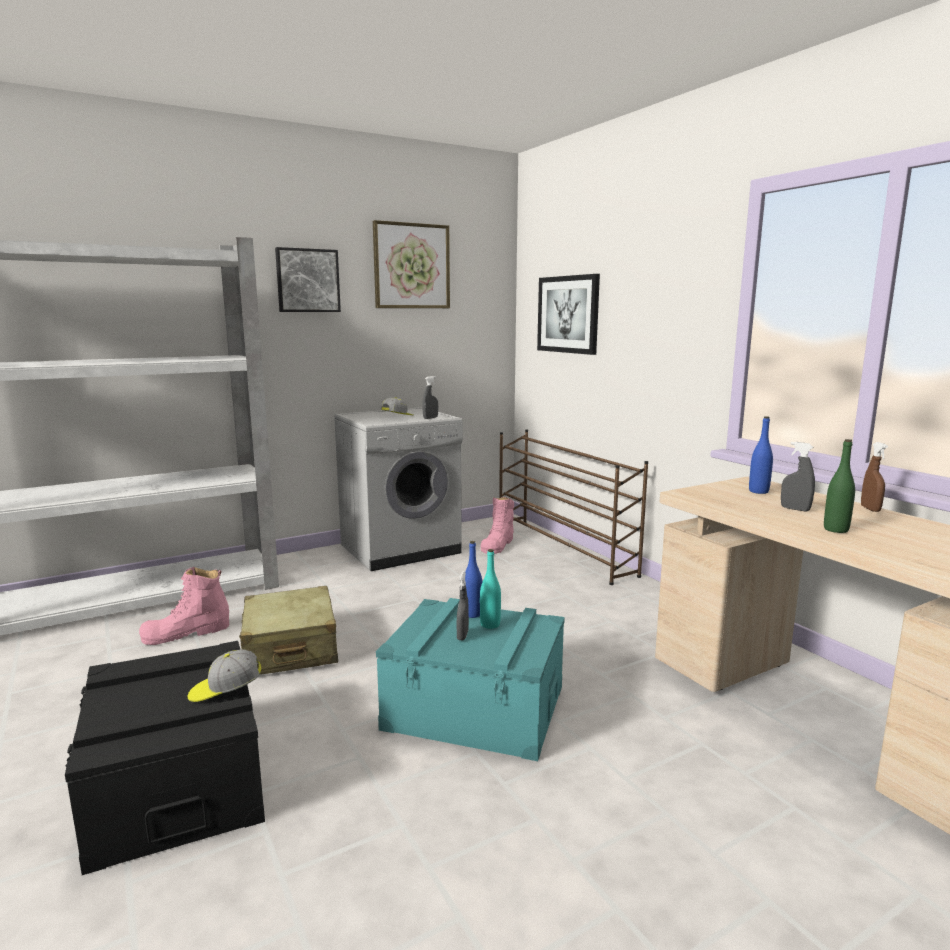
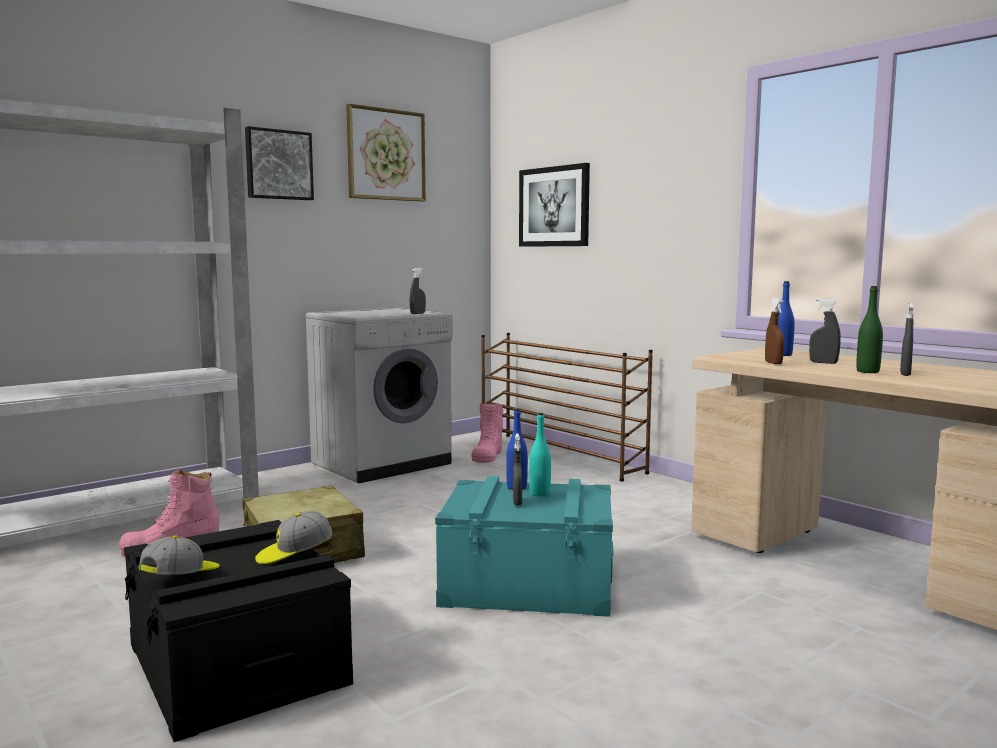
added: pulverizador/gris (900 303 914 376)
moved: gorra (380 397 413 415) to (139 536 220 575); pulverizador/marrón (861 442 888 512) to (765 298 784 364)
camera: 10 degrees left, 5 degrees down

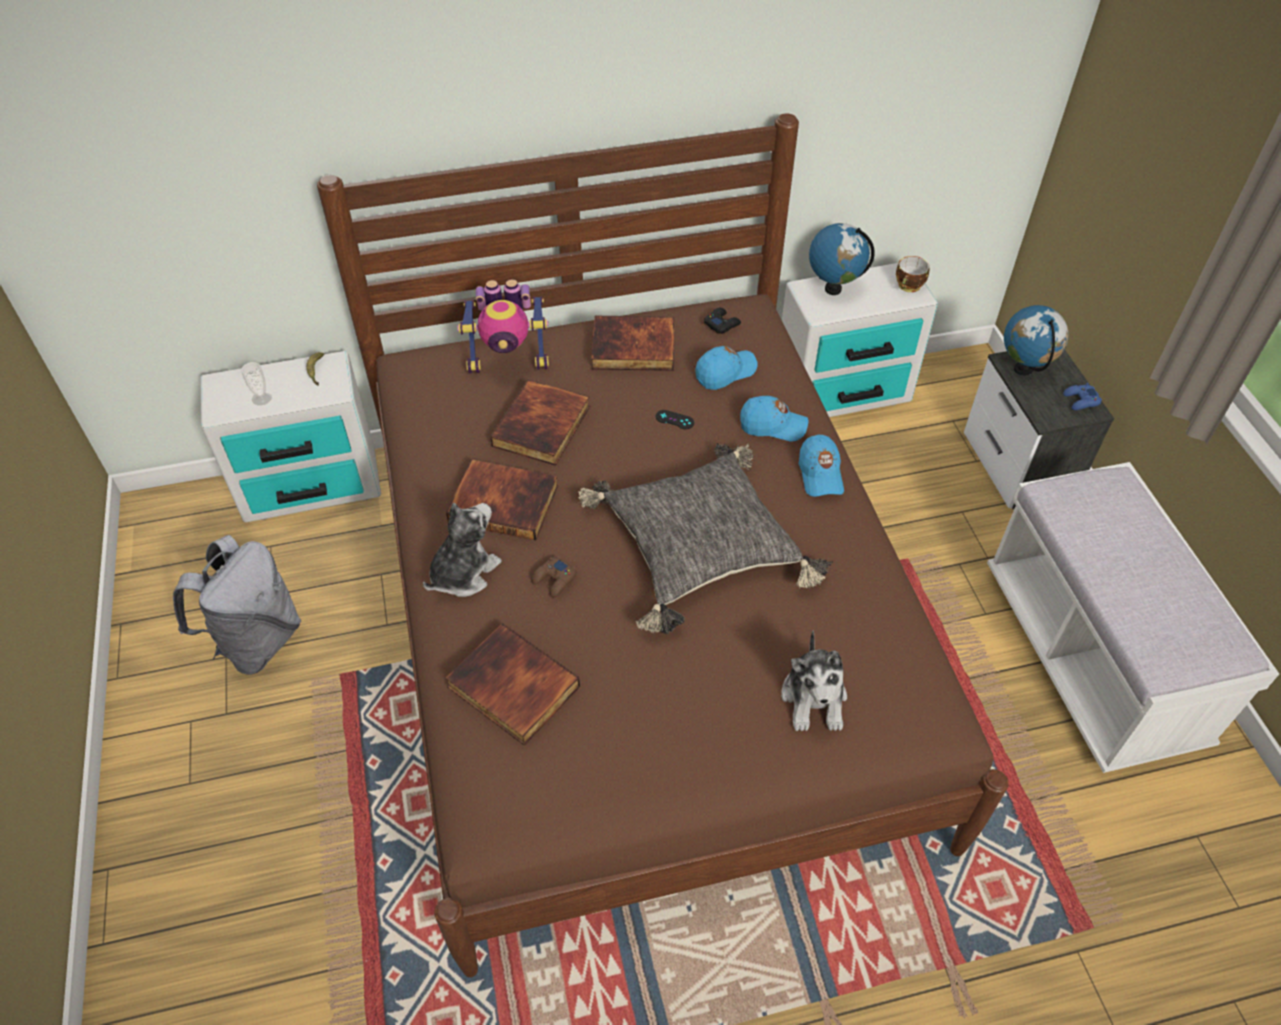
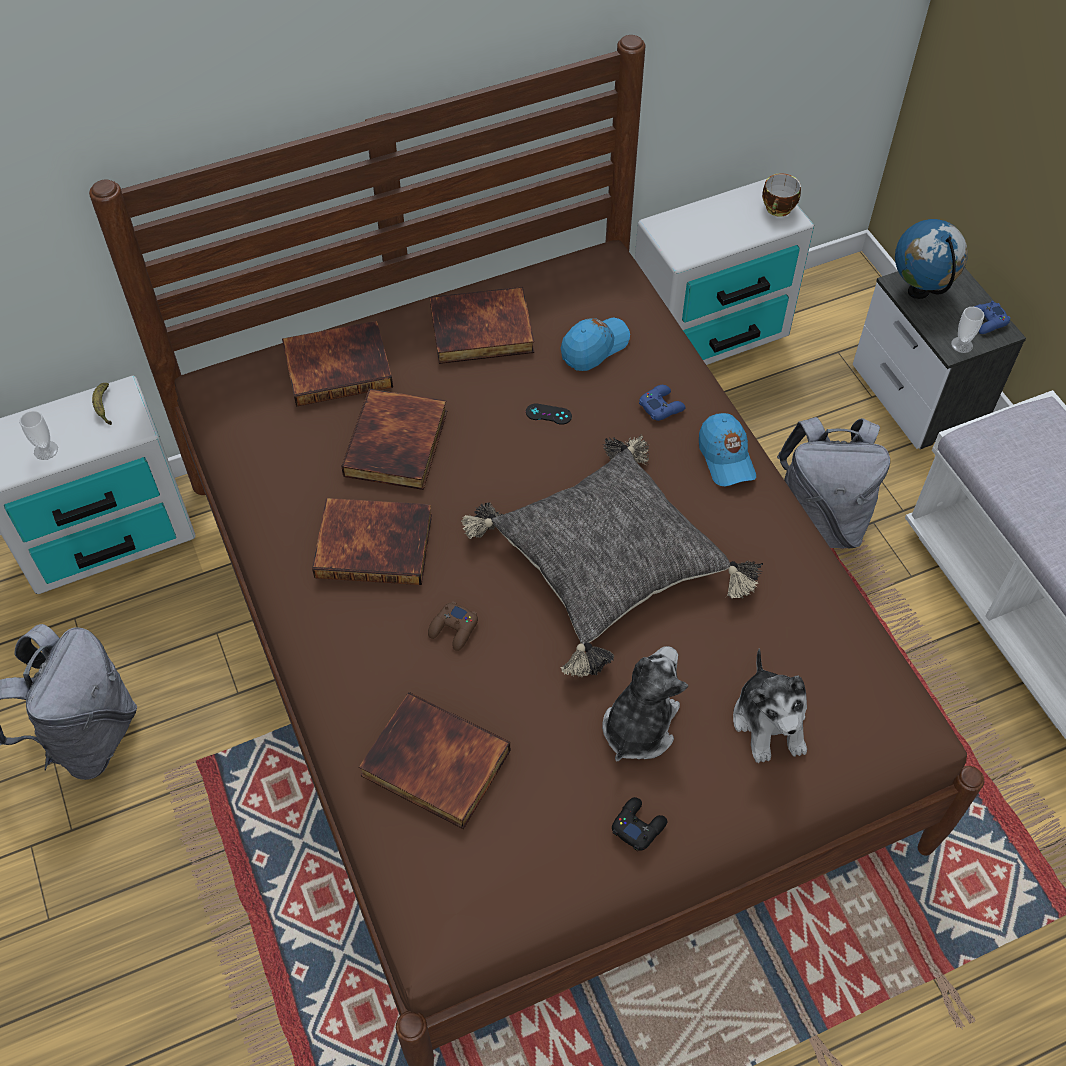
removed: globo terráqueo (809 223 875 295)
added: mochila/gris (777 417 890 548); taza (951 307 984 353)
moved: peluche (423 503 502 597) to (602 646 688 761); mando de consola/negro (704 308 741 334) to (612 797 667 851)
replaced: robot de juguete (457 279 549 373) to libro (282 321 393 407); gorra/azul (740 396 808 442) to mando de consola/azul (639 385 686 421)
camera: 10 degrees left, 5 degrees up

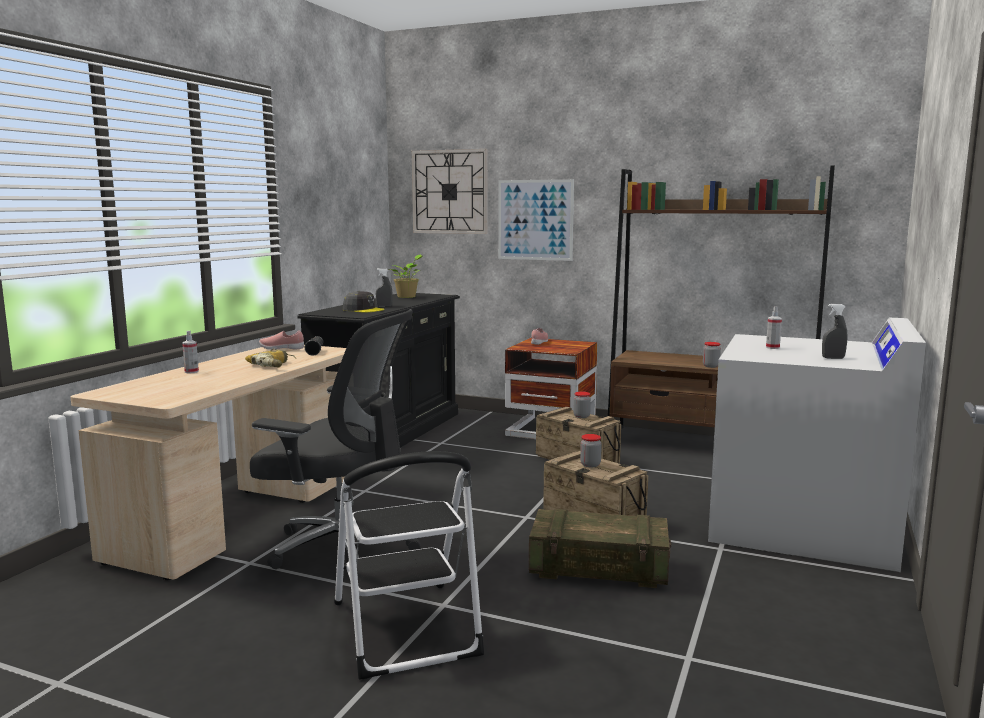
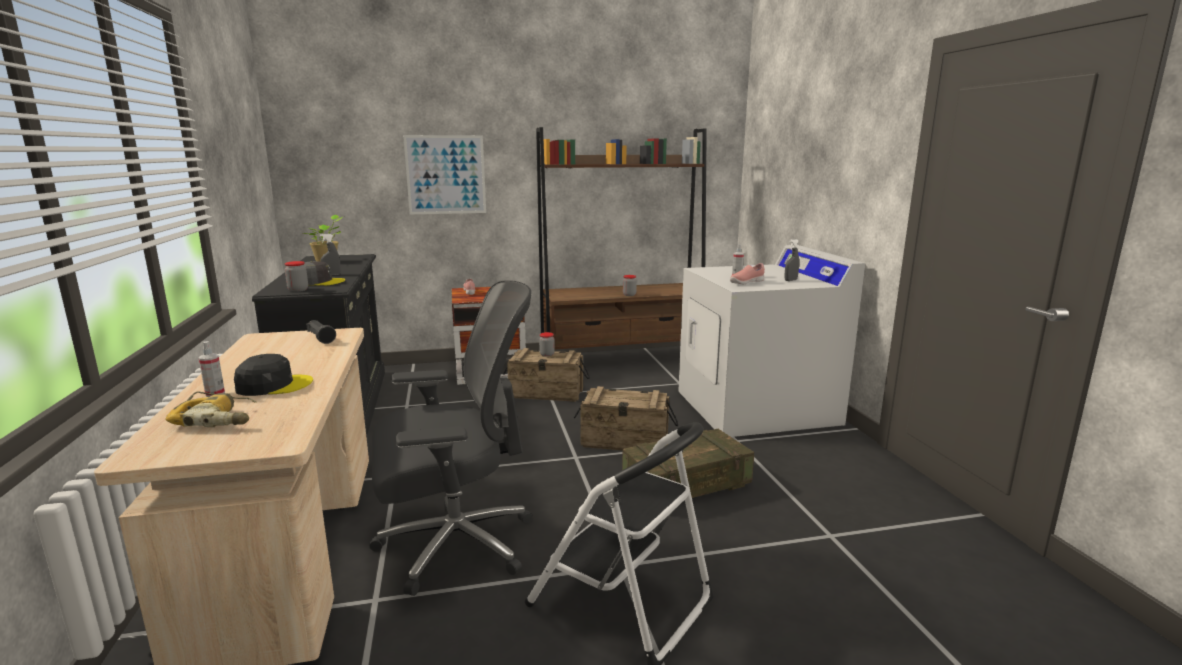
removed: reloj de pared (412 149 488 234)
added: gorra/negro (234 354 313 396)
moved: taladro (245 348 296 367) to (165 392 257 427); zapato/rosa (259 330 304 350) to (730 263 765 284); tarro (580 434 602 467) to (285 261 308 292)
camera: 35 degrees left, 5 degrees up

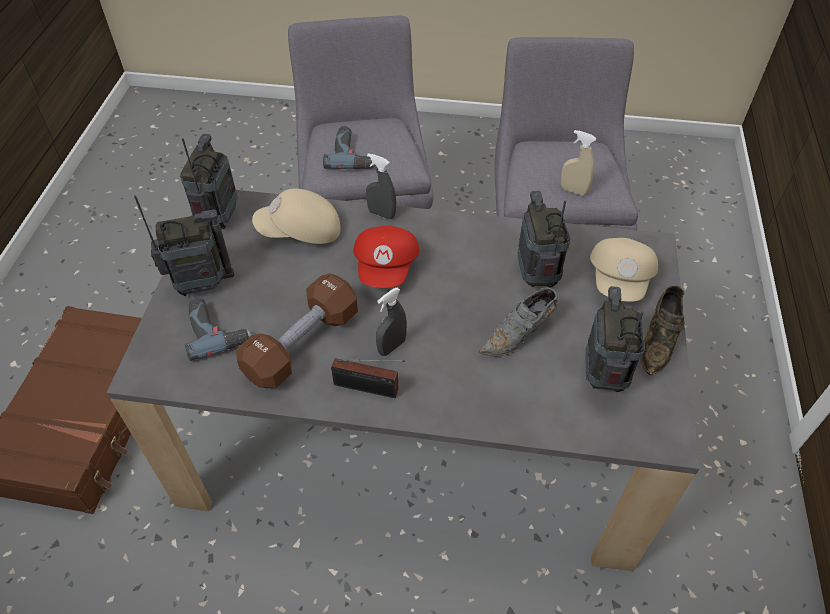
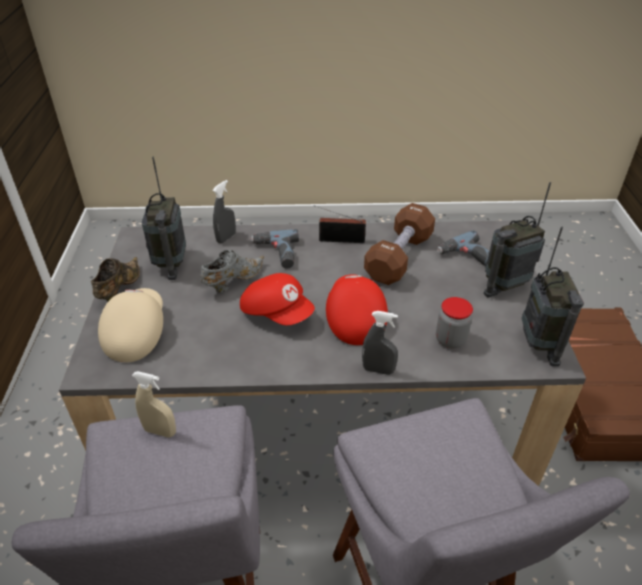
removed: radio (517 191 571 287)
added: gorra/rojo (240 273 315 325)
moved: taladro (323 126 375 169) to (250 229 299 269); pulverizador/gris (376 288 407 356) to (212 180 236 243)
replaced: gorra/beis (252 189 341 244) to tarro (436 297 473 348)
camera: 170 degrees right, 10 degrees down

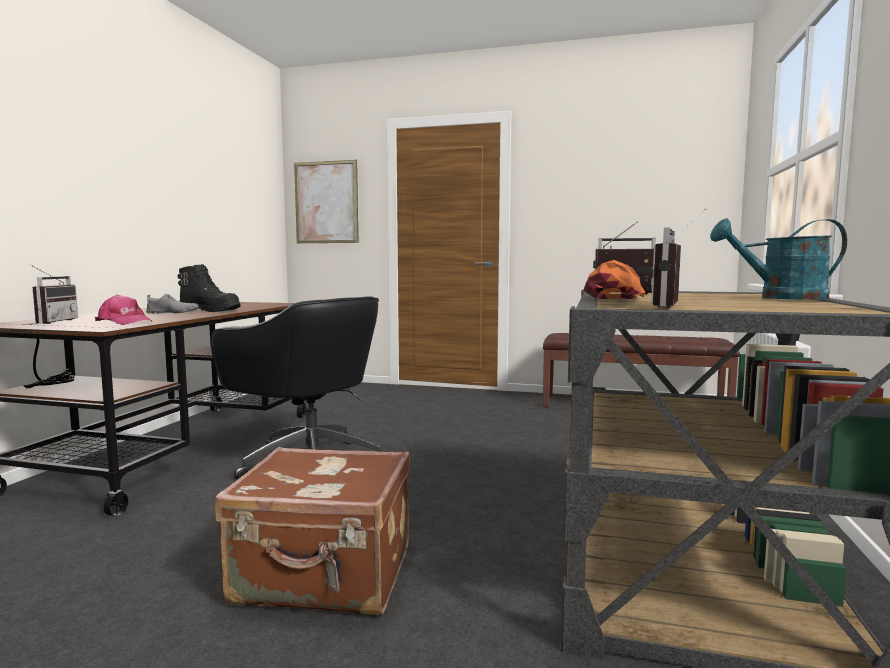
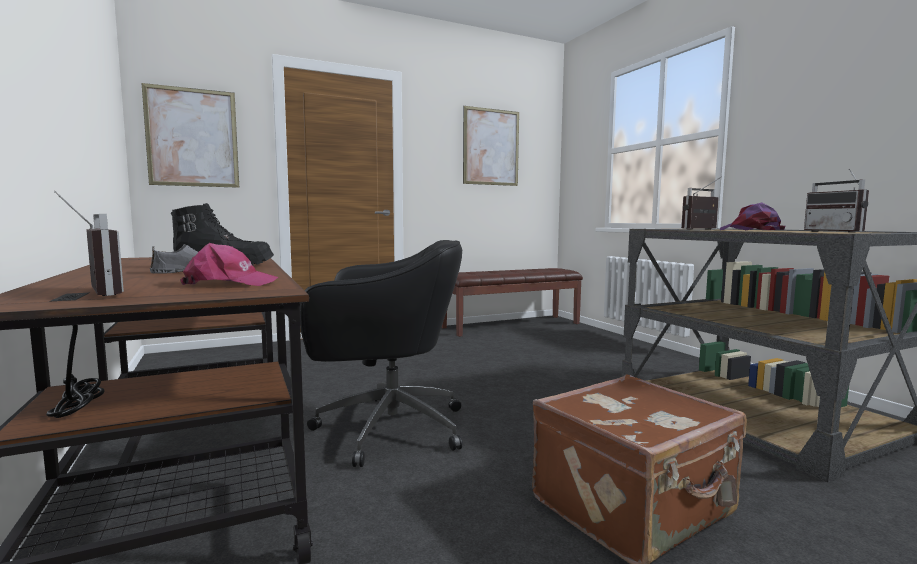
removed: regadera/turquesa (710 218 847 300)
added: cuadro (463 106 519 186)
recoloured: gorra/naranja (584 260 645 299) to gorra/morado (720 202 785 230)
camera: 40 degrees left, 0 degrees up

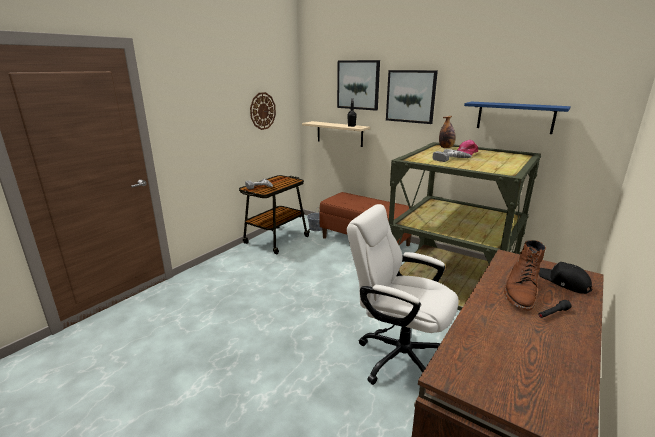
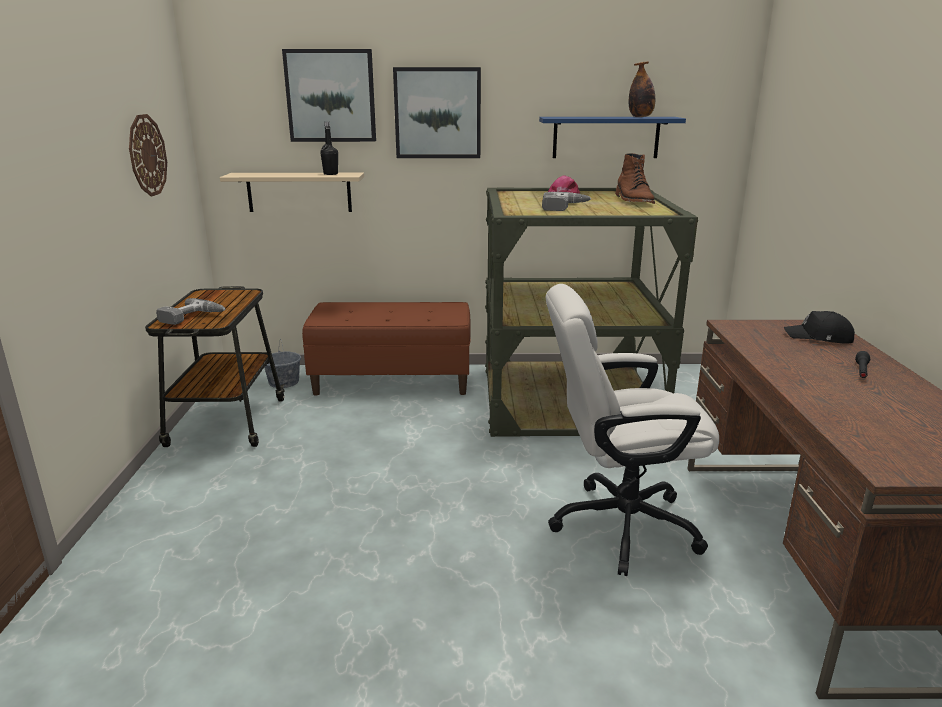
moved: botella (439 116 456 148) to (629 61 655 117); bota/marrón (504 240 546 311) to (615 153 655 204)
camera: 35 degrees left, 0 degrees up

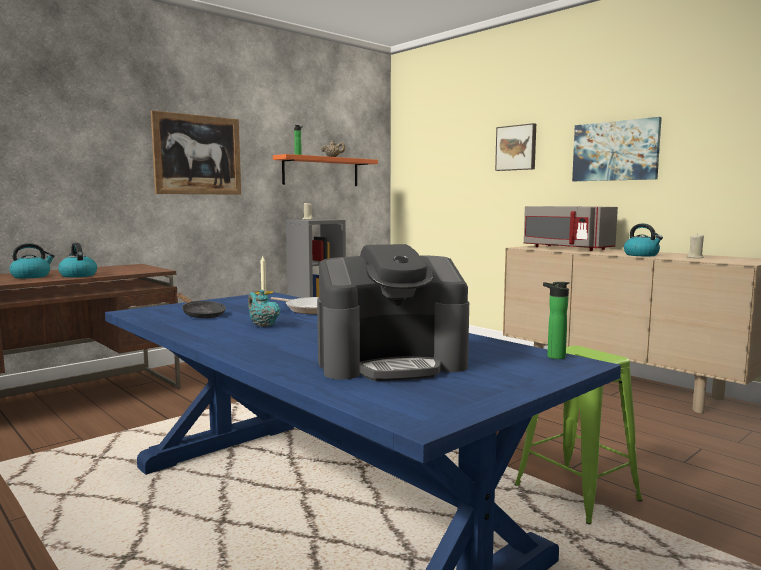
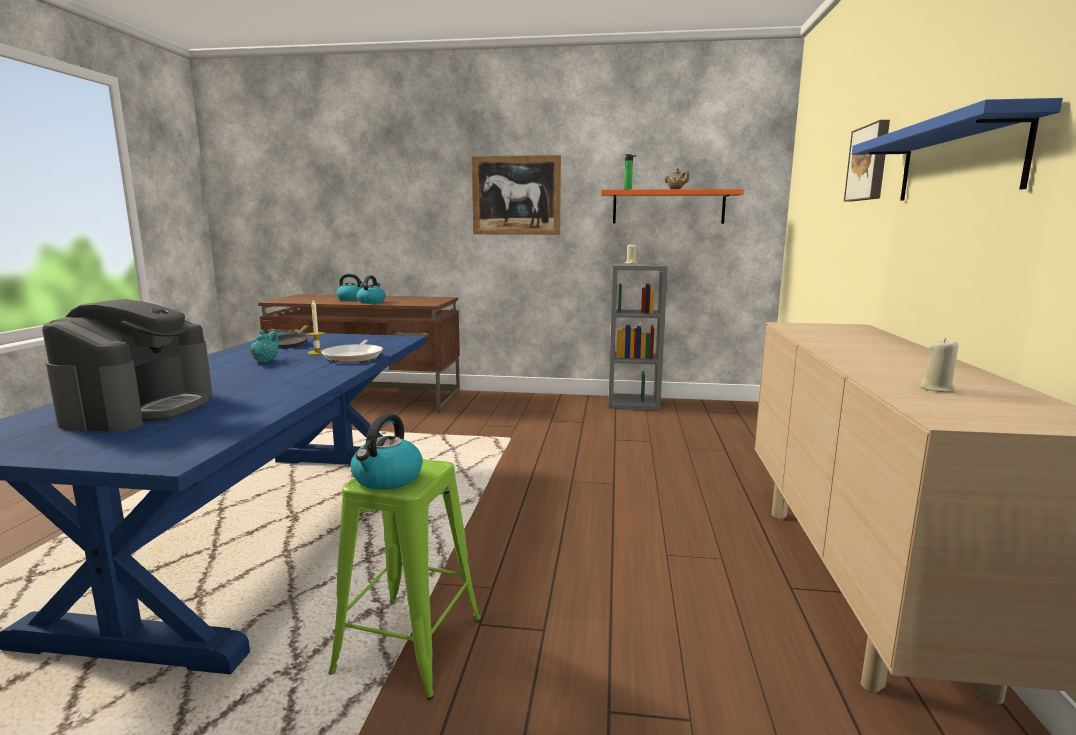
removed: microondas/gris (524 206 618 251); botella (543 282 570 359)
moved: hervidor (624 224 663 256) to (351 414 423 490)
replaced: cuadro (572 117 662 181) to estante/azul (852 98 1063 201)
turned: cafetera (317 244 469 381) = (42 299 212 432) 120 degrees counterclockwise
camera: 50 degrees right, 5 degrees up

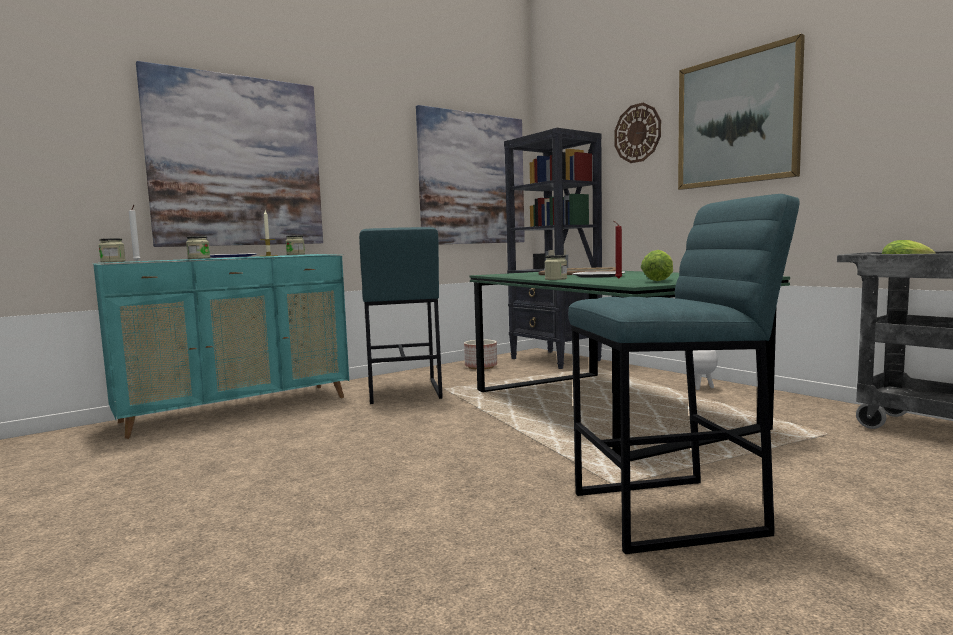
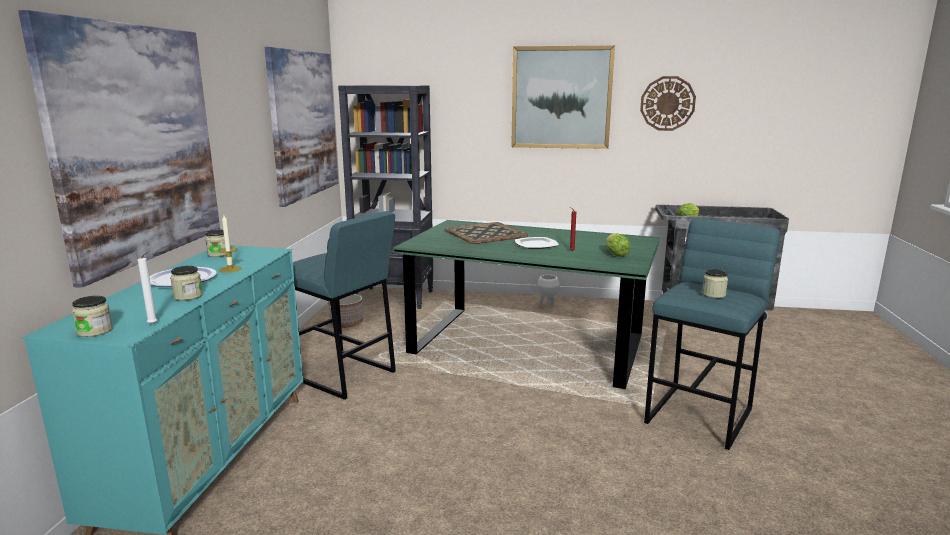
moved: tarro (545 255 567 280) to (702 269 728 298); reloj de pared (614 103 661 163) to (640 76 696 131)
camera: 45 degrees left, 10 degrees up

